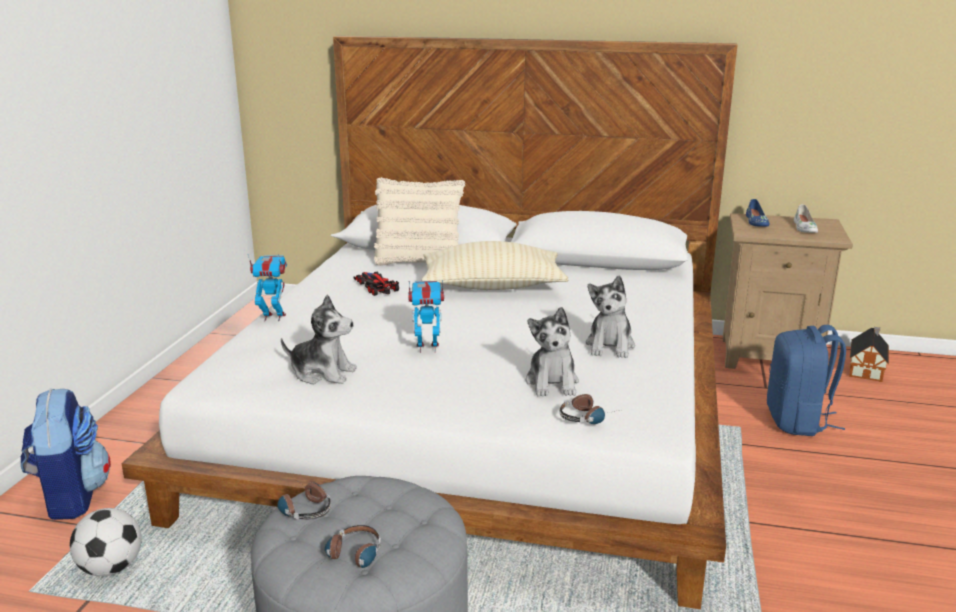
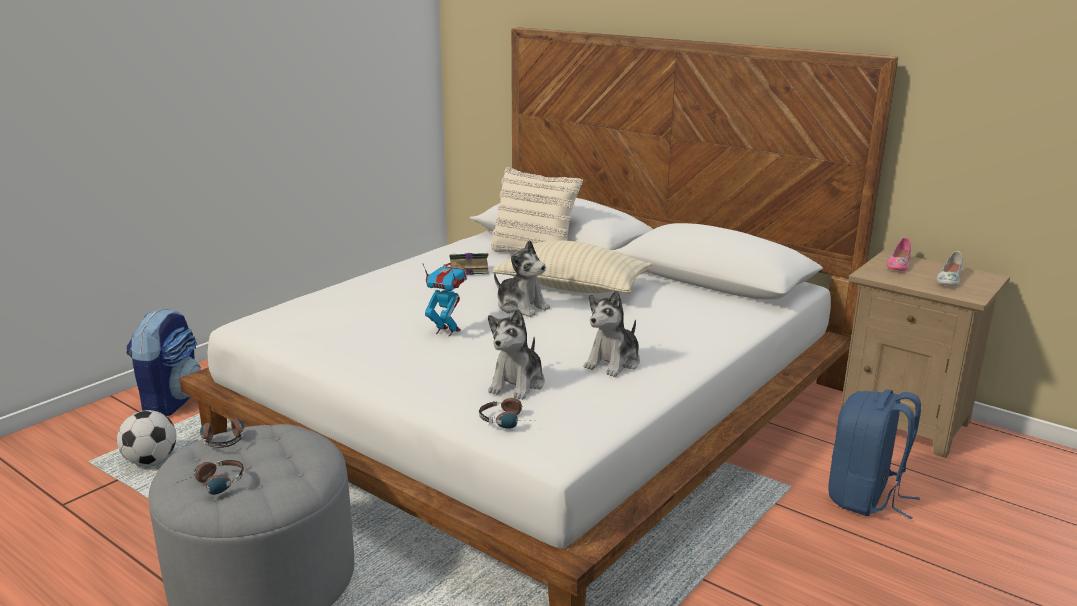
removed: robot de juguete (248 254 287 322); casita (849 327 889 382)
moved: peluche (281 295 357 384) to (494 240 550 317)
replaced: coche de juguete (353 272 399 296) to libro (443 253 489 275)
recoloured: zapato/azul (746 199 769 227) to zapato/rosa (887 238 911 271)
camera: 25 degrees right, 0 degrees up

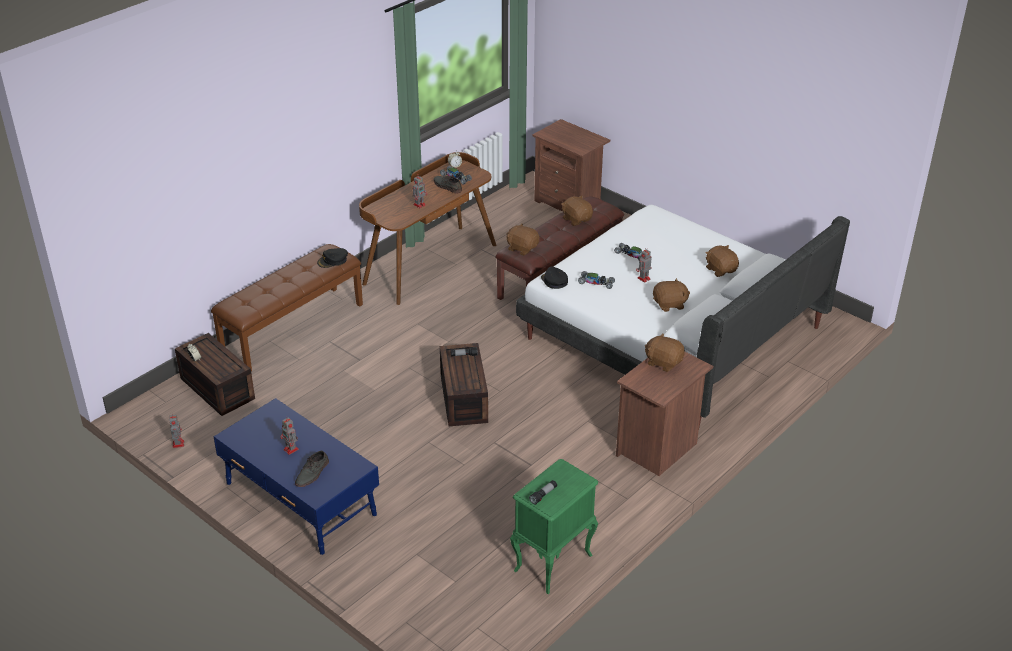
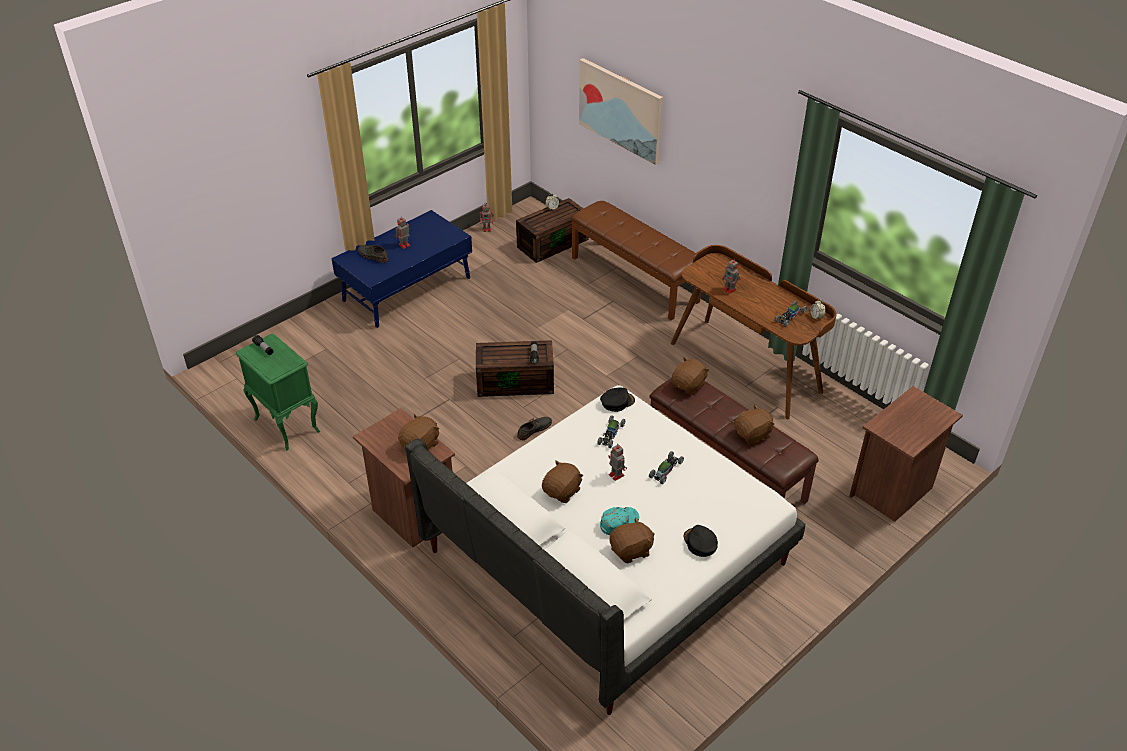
added: cuadro (579 58 663 165); gorra/turquesa (600 507 639 535)
moved: gorra/negro (317 248 348 268) to (684 525 718 557); zapato/gris (433 176 462 194) to (517 417 552 440)
turned: peluche/marrón (653 278 690 312) = (542 460 583 503) 135 degrees counterclockwise
camera: 95 degrees right, 5 degrees up

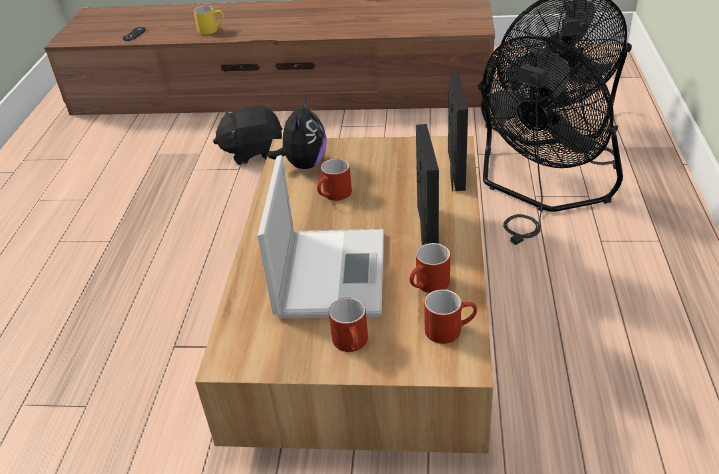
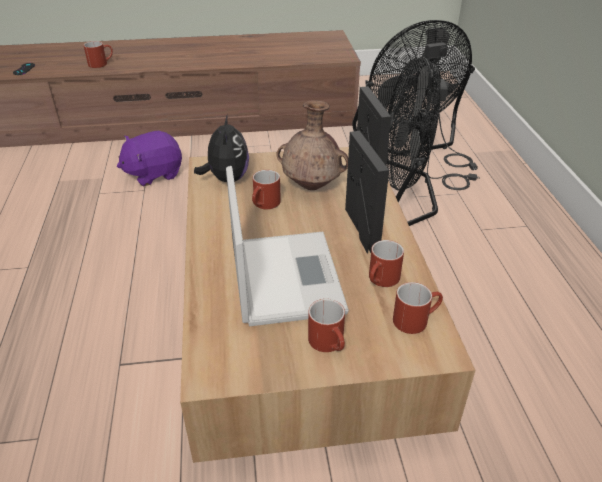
added: florero/marrón (276 100 348 190)
recoloured: taza grande/amarillo (193 6 224 35) to taza grande/rojo (83 41 113 68); peluche/negro (213 105 283 165) to peluche/morado (117 131 182 186)
turned: ventilador/negro (477 35 623 245) = (386 57 479 226) 120 degrees counterclockwise
camera: 15 degrees left, 0 degrees up

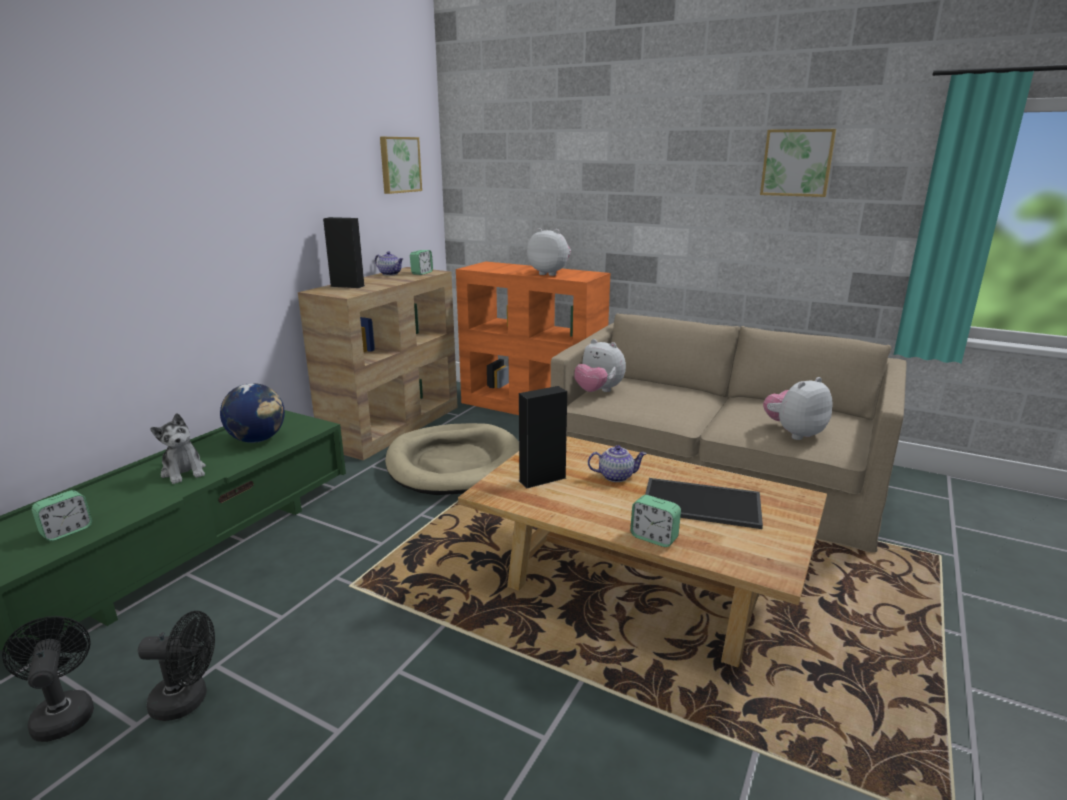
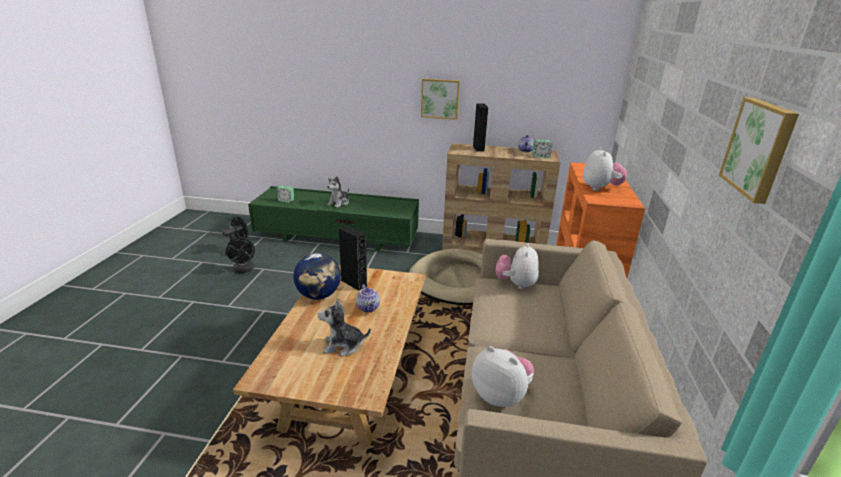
removed: despertador (630 495 681 547)
moved: globo terráqueo (220 383 285 443) to (293 253 341 300); cuadro (380 137 422 194) to (421 79 460 120)
replaced: bandeja (645 478 763 529) to peluche (318 298 371 356)
camera: 70 degrees right, 5 degrees up

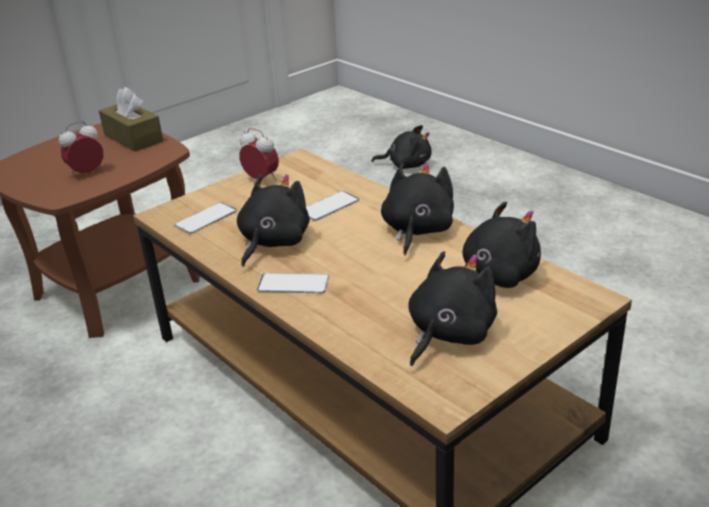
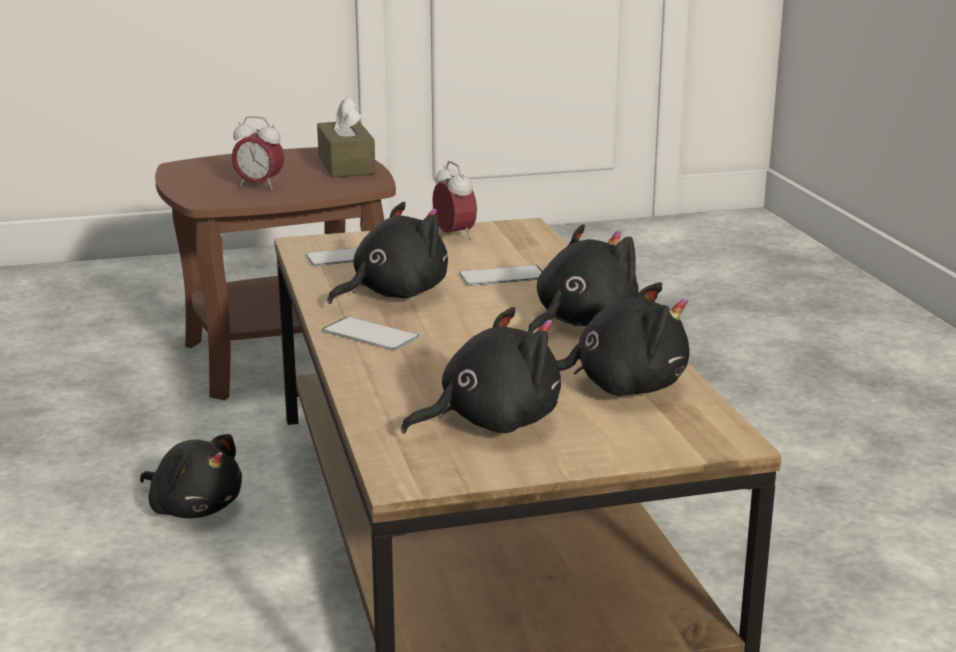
moved: peluche/negro (372 125 432 169) to (140 434 242 518)
turned: despertador (59 121 103 176) = (232 116 284 190) 150 degrees counterclockwise
camera: 25 degrees right, 10 degrees down

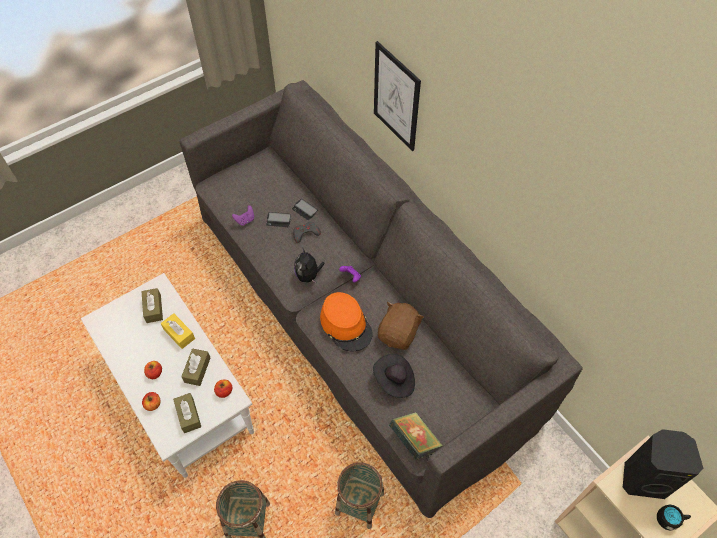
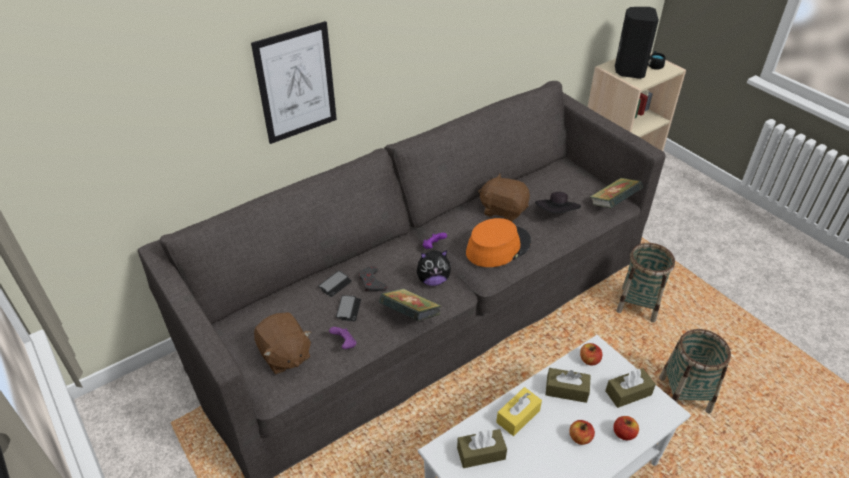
added: peluche/marrón (254 312 311 374); libro (379 289 442 321)
camera: 90 degrees left, 15 degrees down

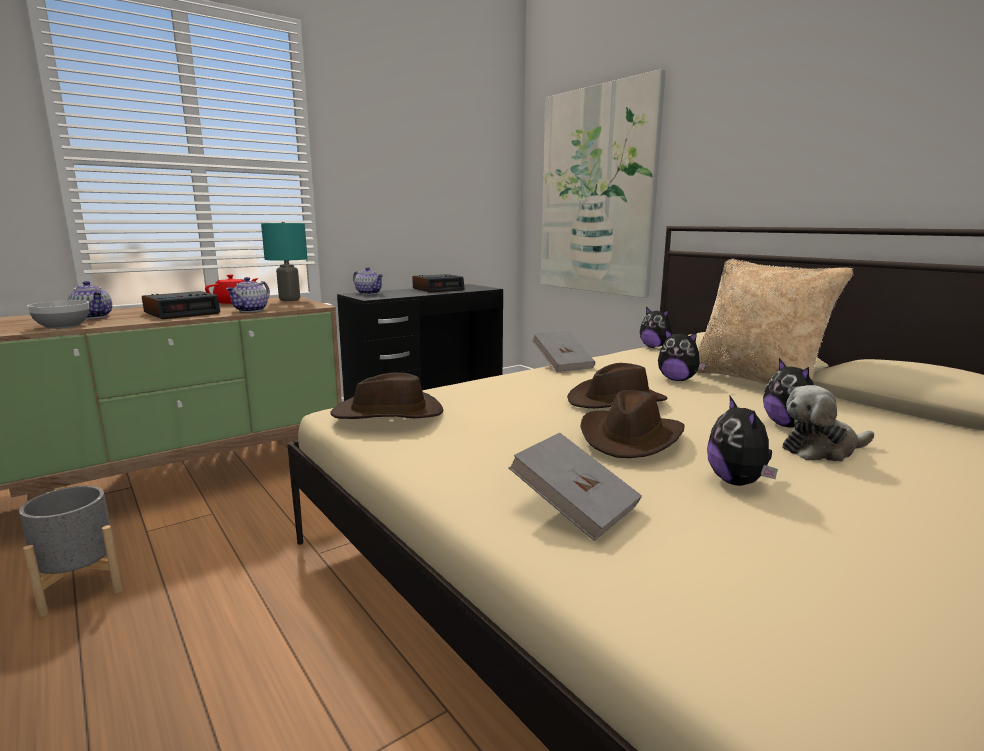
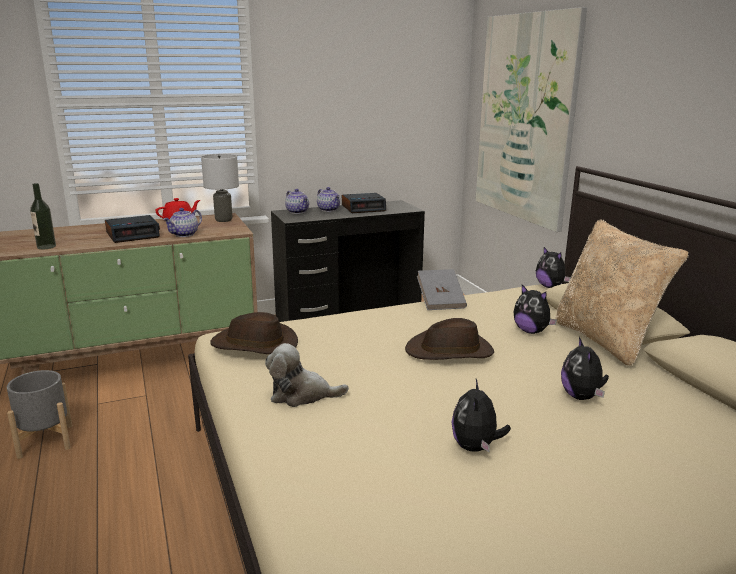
removed: libro/gris (508 433 642 541); sombrero/marrón (580 390 685 458)
moved: tetera (68 281 112 319) to (317 187 340 212); peluche (782 385 874 462) to (265 343 349 407)
replaced: cuenco (27 300 89 329) to botella (30 183 56 249)
recoloured: lámpara de mesa/turquesa (261 221 307 301) to lámpara de mesa/blanco (201 154 239 222)
camera: 15 degrees right, 5 degrees up

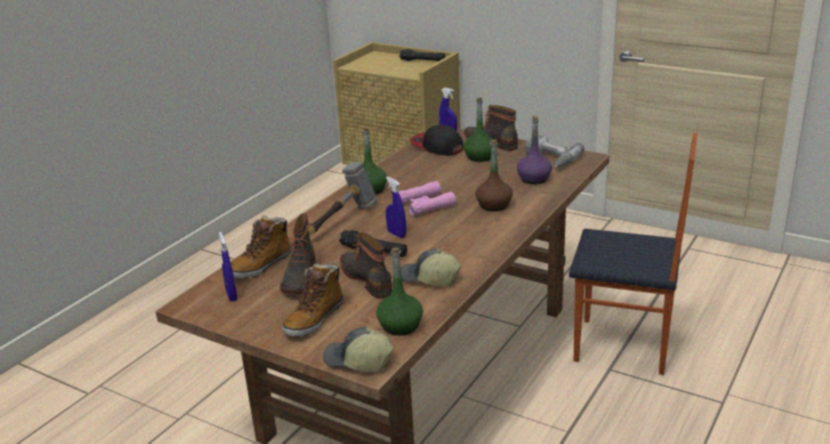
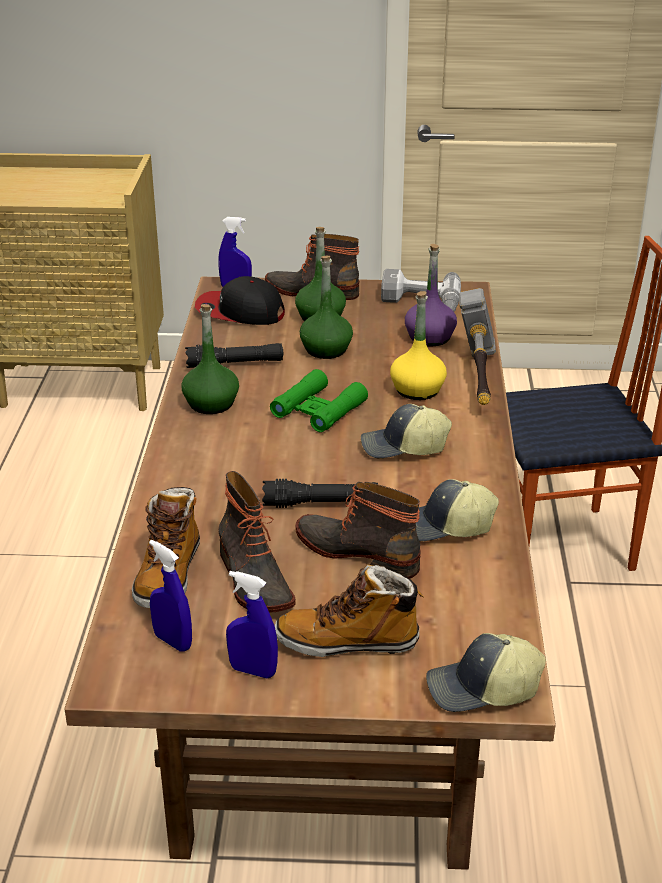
added: gorra (361 404 452 458)
moved: martillo (309 162 378 234) to (459 288 496 405); botella/verde (376 248 423 336) to (300 256 353 359); pulverizador/azul (386 177 406 238) to (226 571 278 679); linterna/negro (399 49 445 61) to (185 343 283 368)
recoloured: prismáticos/rosa (399 181 456 216) to prismáticos/verde (270 369 368 432); botella/marrón (476 139 513 211) to botella/amarillo (390 291 447 400)
turned: bota (282 263 343 337) = (275 564 424 657) 90 degrees clockwise
camera: 30 degrees left, 5 degrees up

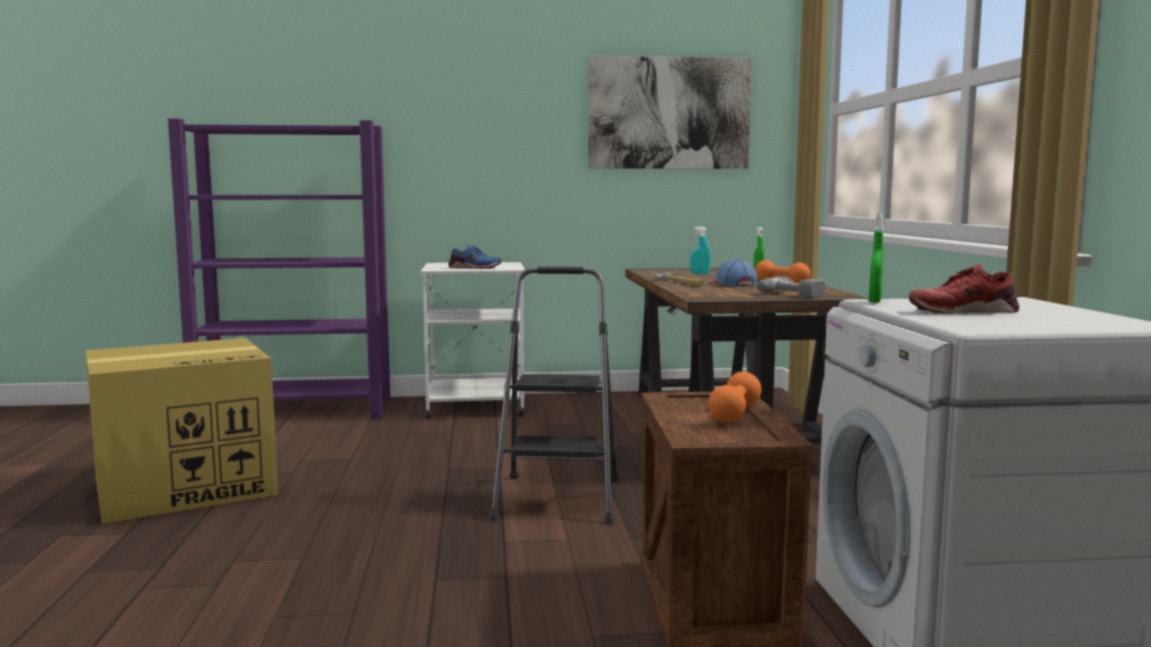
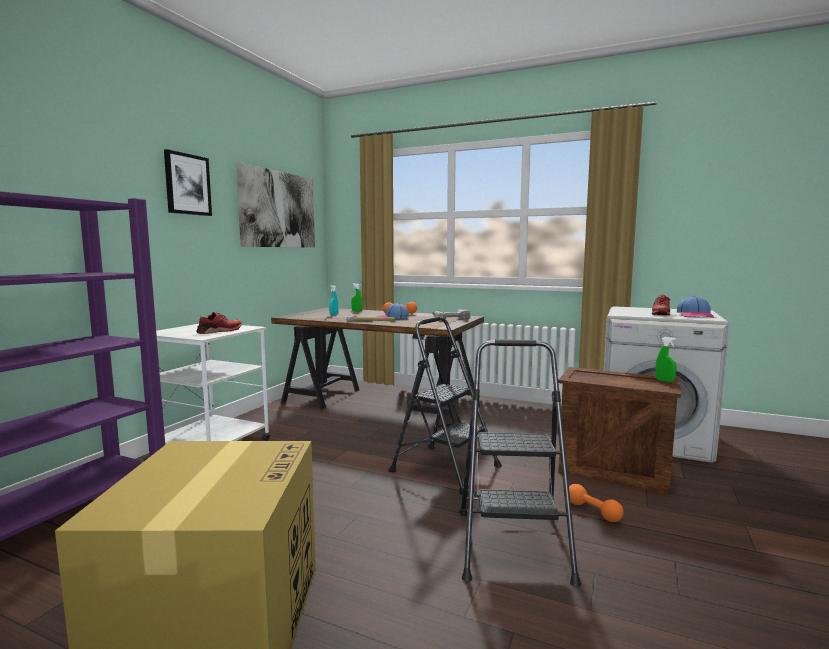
added: cuadro (164 149 212 216); escalera de tijera/negro (459 340 581 587); gorra (677 296 714 318)
moved: mancuerna/naranja (708 372 761 422) to (569 484 624 522); pulverizador/verde (869 212 883 303) to (655 337 677 382)
recoloured: zapato/azul (448 245 502 269) to zapato/rojo (196 312 242 334)
camera: 60 degrees left, 0 degrees up

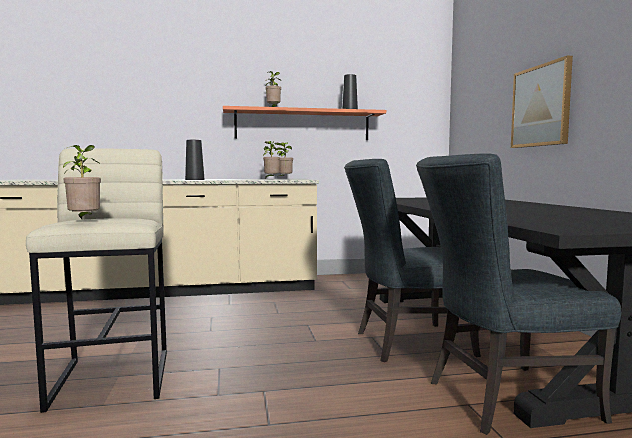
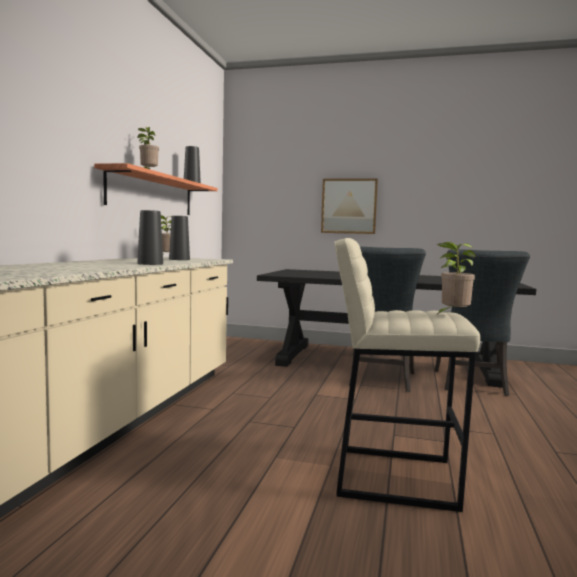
replaced: planta en maceta (263 141 280 178) to florero/negro (169 216 190 260)
camera: 65 degrees left, 0 degrees up

